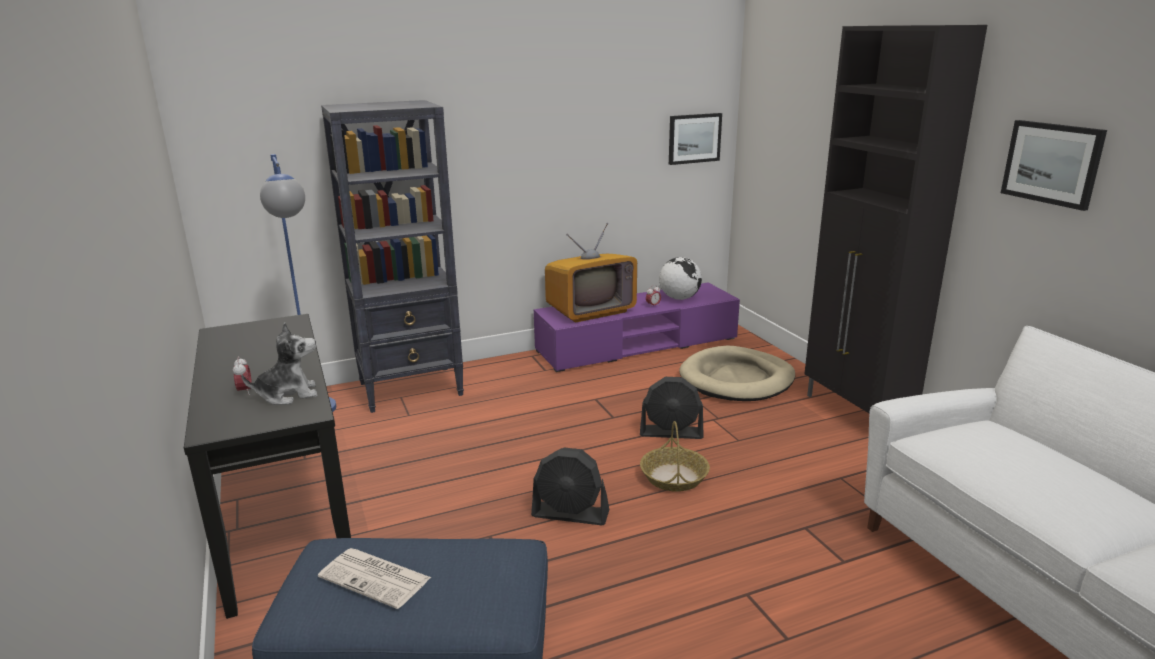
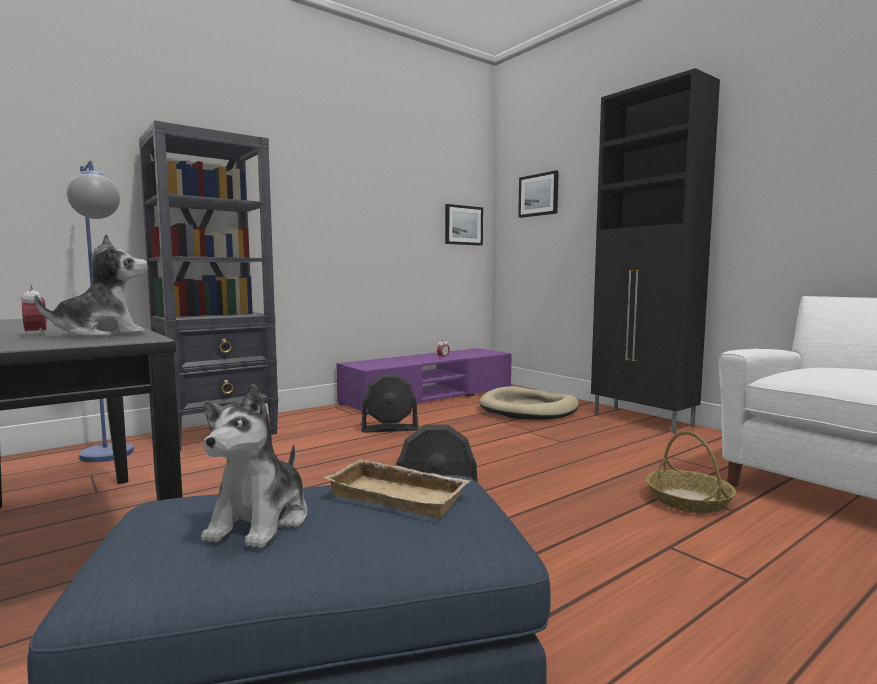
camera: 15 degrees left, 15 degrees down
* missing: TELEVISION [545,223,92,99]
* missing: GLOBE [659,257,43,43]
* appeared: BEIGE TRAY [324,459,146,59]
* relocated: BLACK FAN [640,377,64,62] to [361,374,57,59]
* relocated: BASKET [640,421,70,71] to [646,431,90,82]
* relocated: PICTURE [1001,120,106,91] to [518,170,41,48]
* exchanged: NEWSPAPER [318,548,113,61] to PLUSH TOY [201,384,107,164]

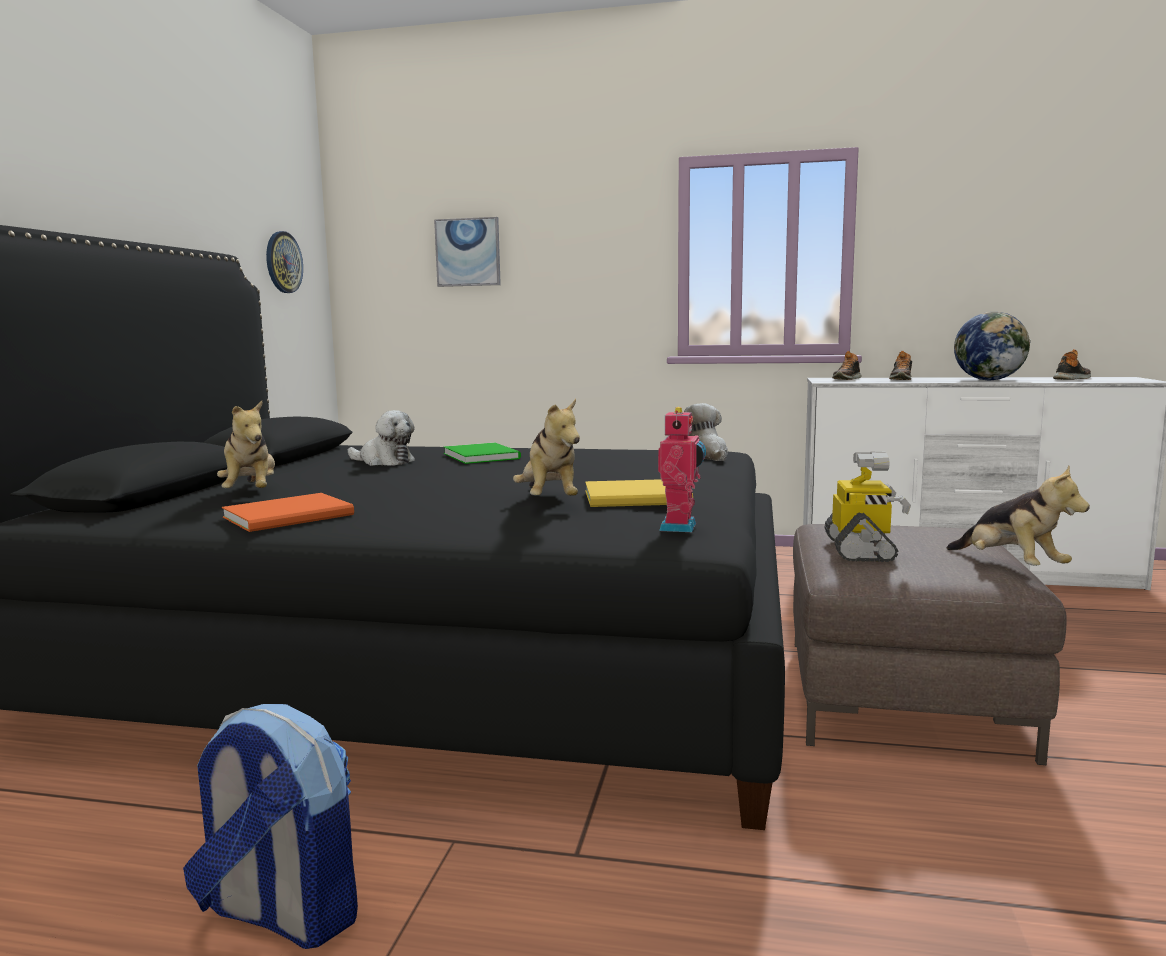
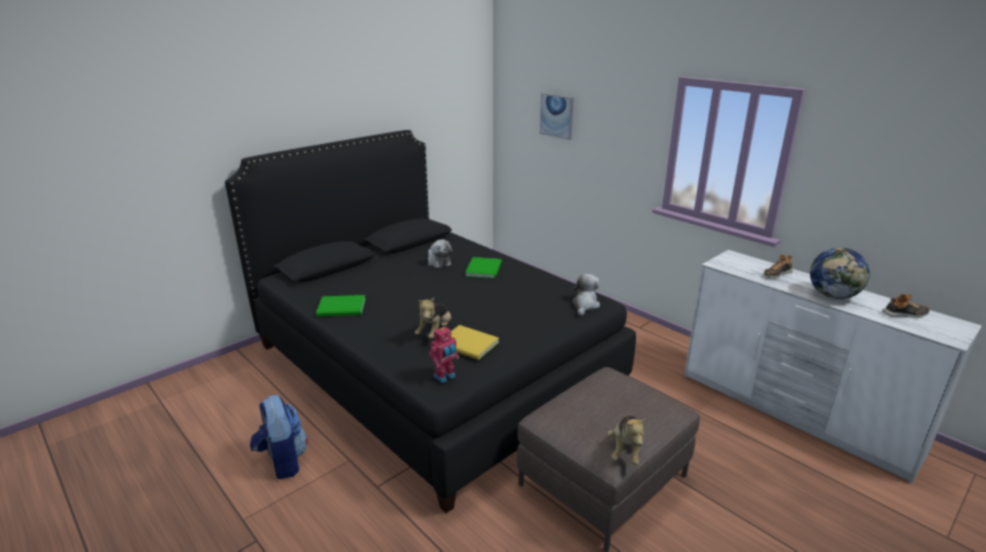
camera: 35 degrees right, 15 degrees up
* missing: PLUSH TOY [217,401,58,87]
* missing: WALL CLOCK [266,231,37,62]
* missing: TOY ROBOT [824,451,87,111]
* missing: SHOE [832,351,30,29]
* colour: ORANGE BOOK [222,493,132,39] to GREEN BOOK [316,295,49,21]

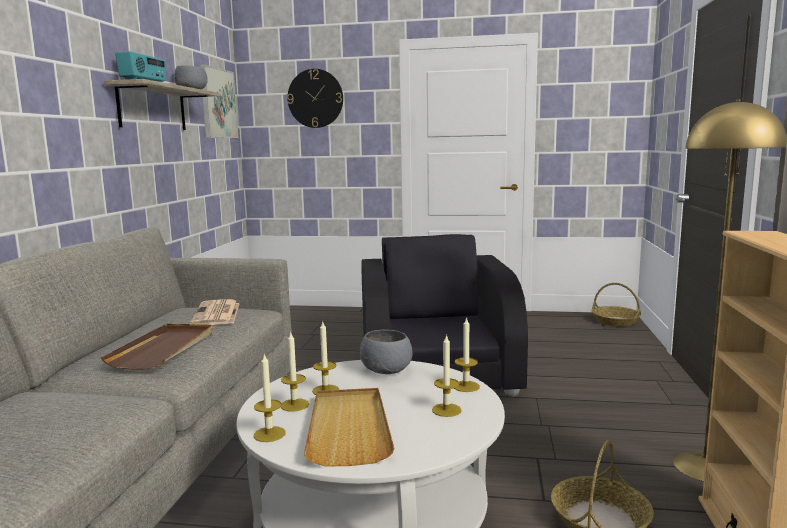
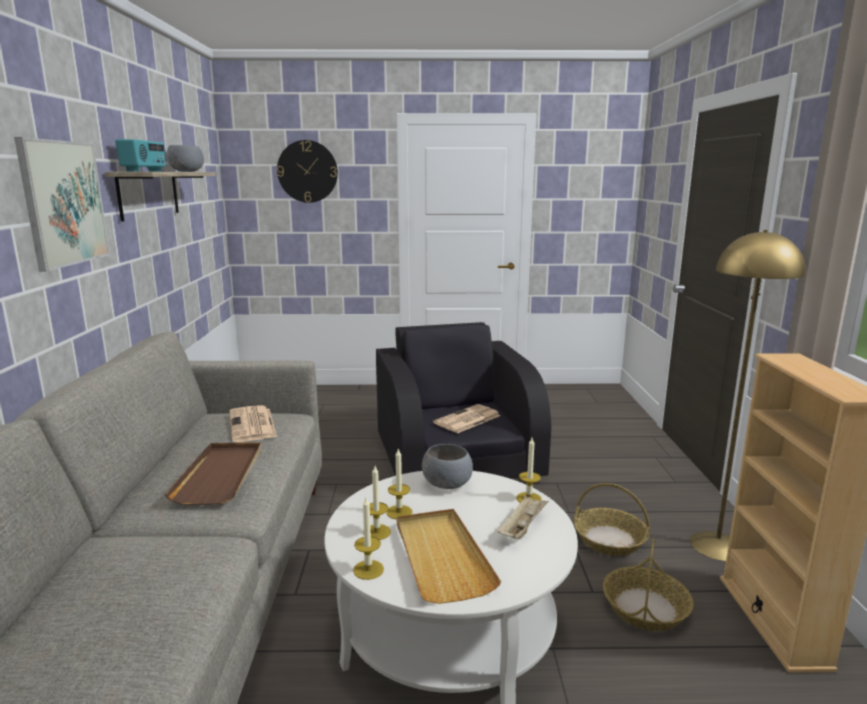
camera: 10 degrees left, 5 degrees up
* appeared: NEWSPAPER [433,404,67,30]
* relocated: PICTURE [200,64,38,74] to [14,137,96,135]
* relocated: BASKET [592,283,49,43] to [574,483,76,73]
* exchanged: CANDLE [432,334,30,83] to BEIGE TRAY [497,495,52,44]

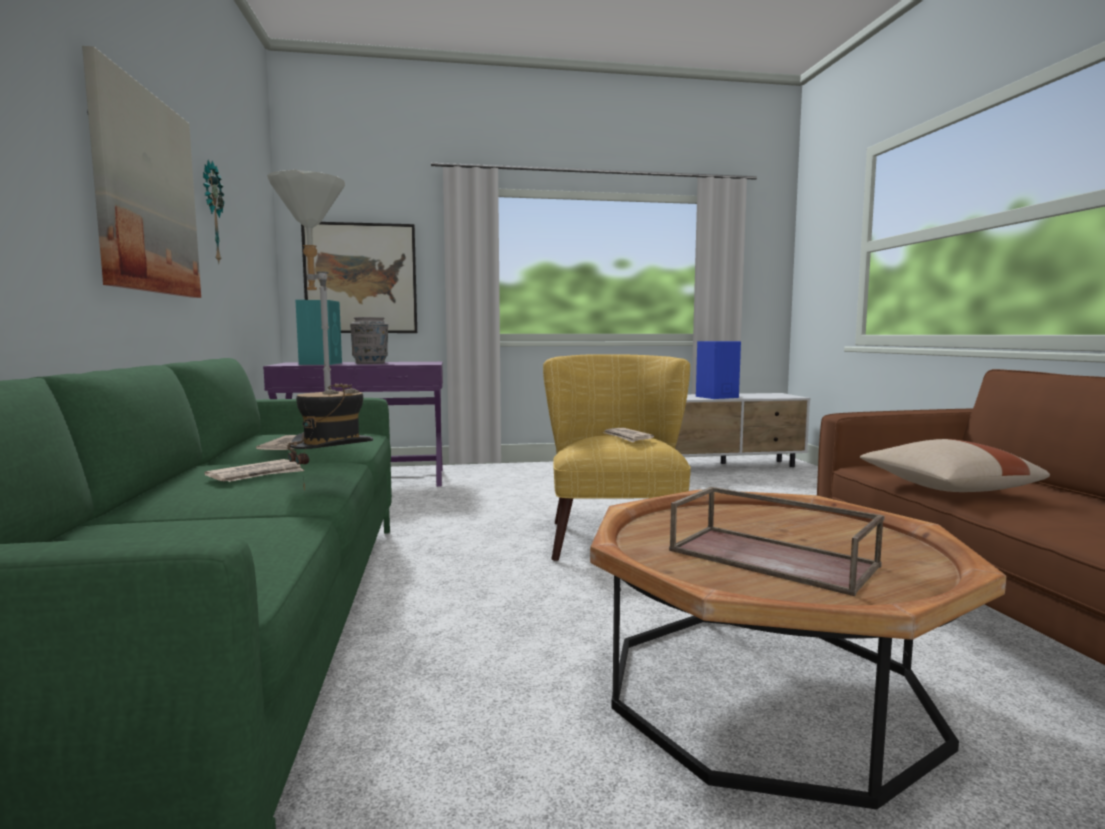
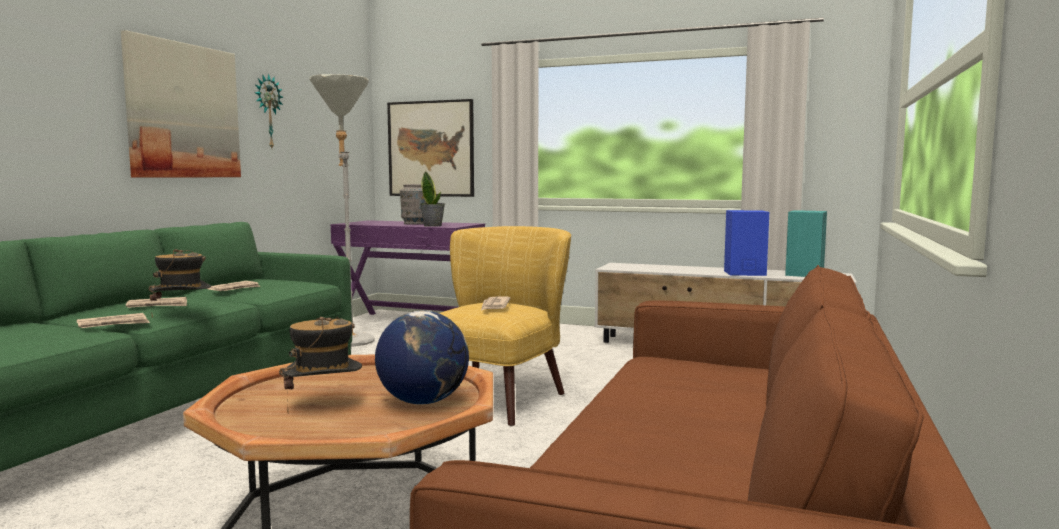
camera: 30 degrees right, 0 degrees up
* missing: BEIGE PILLOW [860,439,190,53]
* appeared: NEWSPAPER [77,313,73,15]
* appeared: GLOBE [375,311,94,94]
* appeared: POTTED PLANT [420,171,25,56]
* relocated: TURQUOISE SPEAKER [295,300,47,65] to [785,210,42,67]
* exchanged: BROWN TRAY [669,487,216,109] to HAT [279,317,83,95]

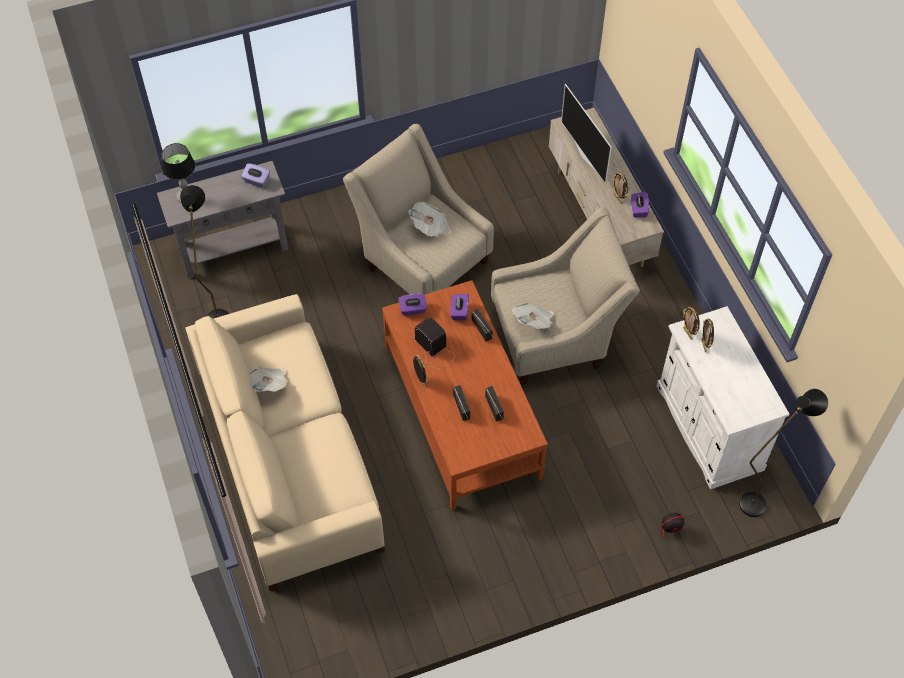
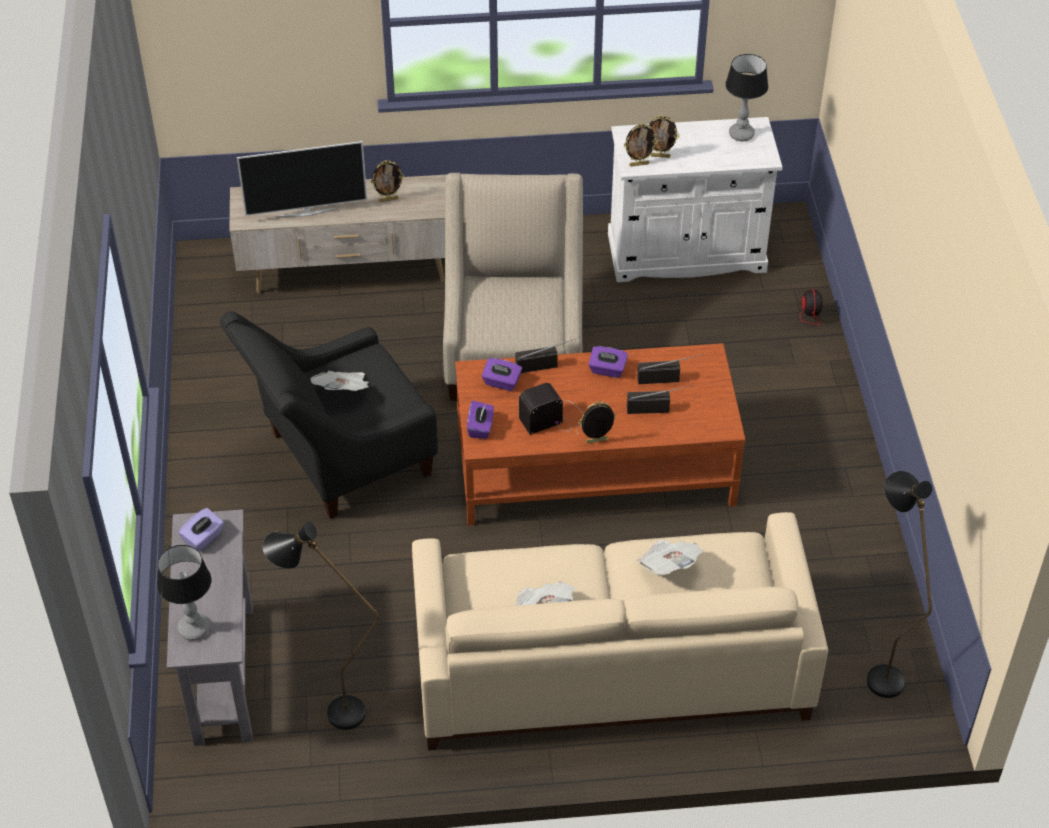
camera: 75 degrees left, 10 degrees down
* appeared: TABLE LAMP [725,54,43,87]
* relocated: NEWSPAPER [512,302,42,27] to [637,539,66,36]
* relocated: PURPLE TISSUE BOX [631,192,18,26] to [588,346,40,32]
* relocated: BLACK FLOOR LAMP [739,389,89,128] to [867,471,65,227]
* colour: BEIGE ARMCHAIR [343,124,151,170] to BLACK ARMCHAIR [220,311,218,208]

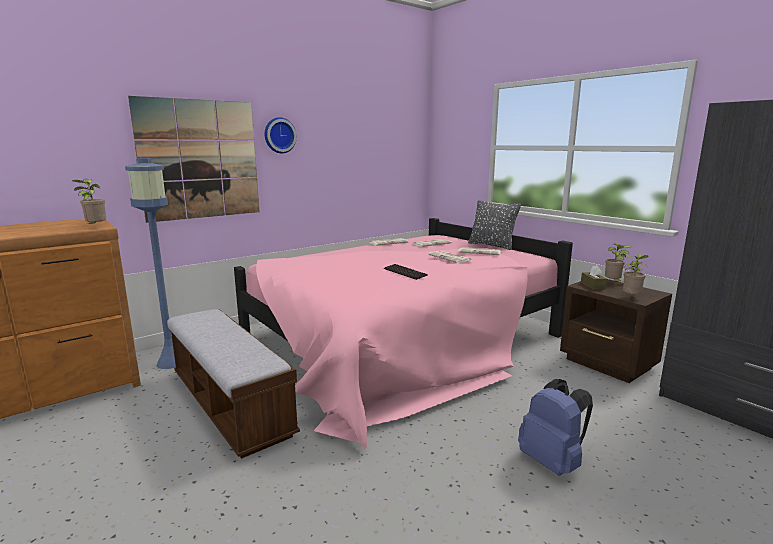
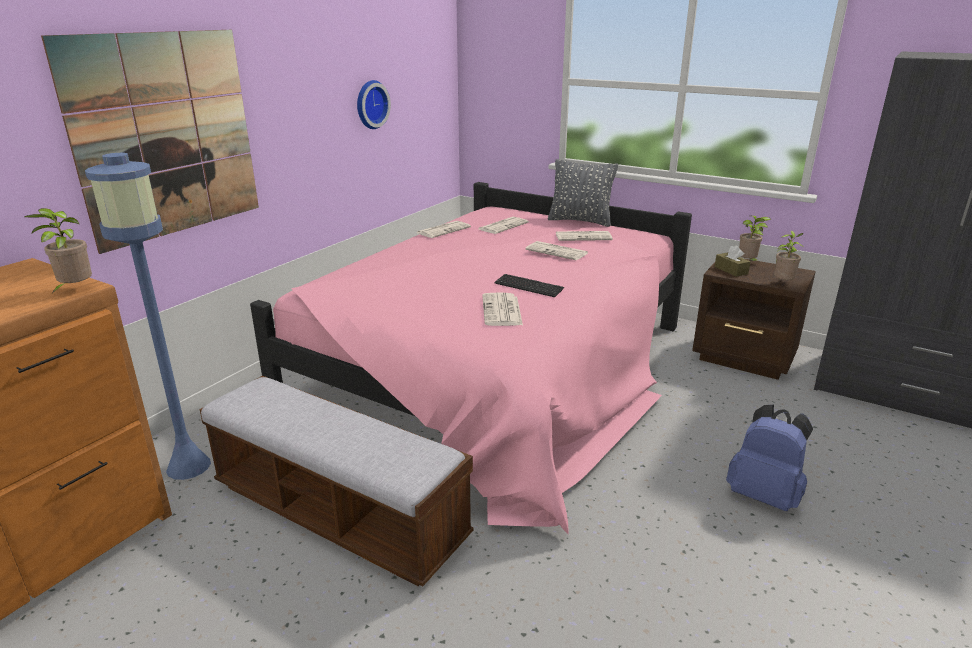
camera: 20 degrees left, 10 degrees up
* appeared: NEWSPAPER [482,292,41,34]
* relocated: WALL CLOCK [265,117,32,36] to [357,80,34,49]

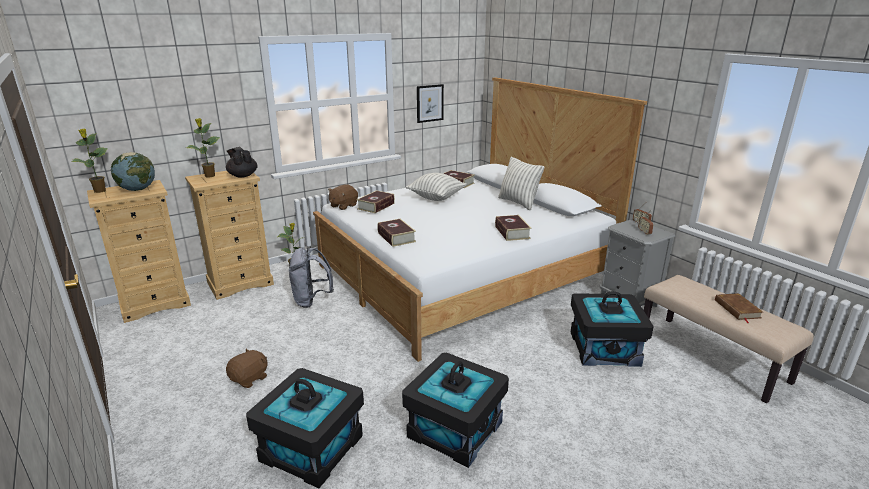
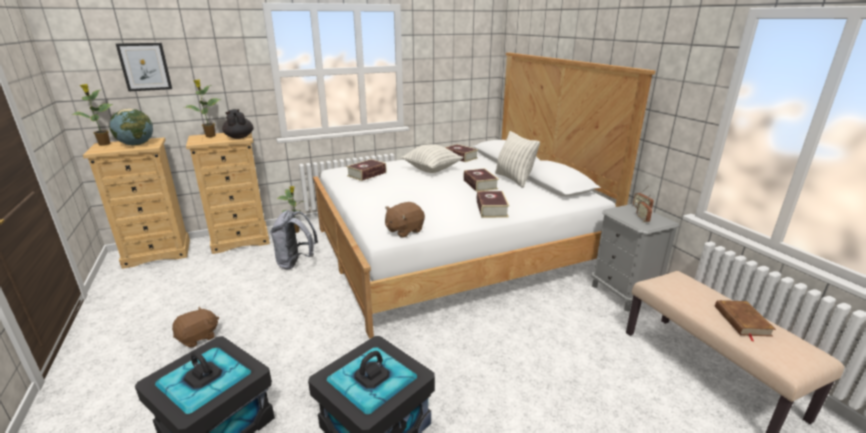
camera: 10 degrees right, 0 degrees up
* missing: BLACK STORAGE BOX [570,291,84,76]
* relocated: BROWN PLUSH TOY [328,184,30,26] to [385,202,40,36]
* relocated: BOOK [377,219,39,28] to [464,168,35,24]
* relocated: PICTURE [417,84,27,39] to [116,43,56,48]

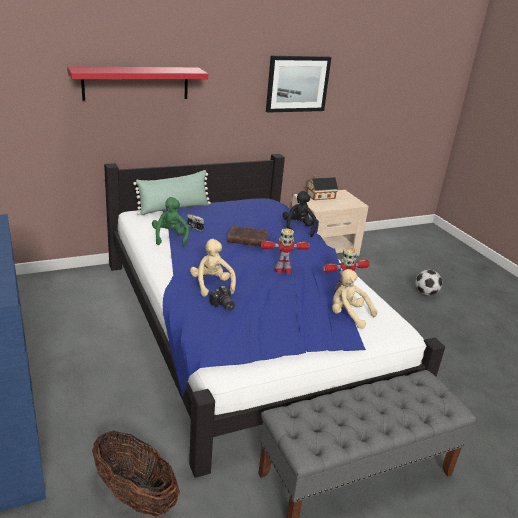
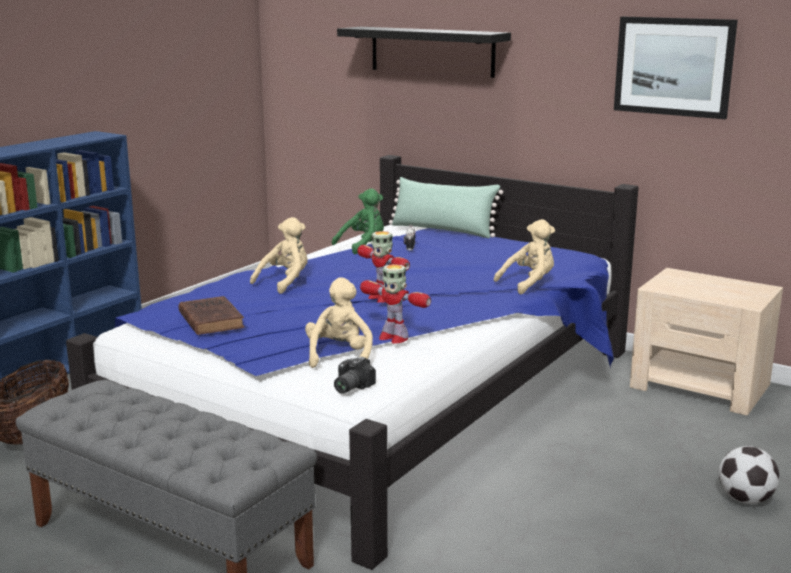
camera: 60 degrees right, 10 degrees down
* missing: TOY HOUSE [307,175,31,25]
* relocated: PHOTO CAMERA [209,286,26,25] to [334,356,42,38]
* relocated: BROWN BOOK [227,226,41,21] to [179,296,66,39]
* colour: RED SHELF [67,66,141,35] to BLACK SHELF [337,27,174,51]
* colour: BLACK PLUSH TOY [283,191,34,46] to BEIGE PLUSH TOY [494,219,61,75]

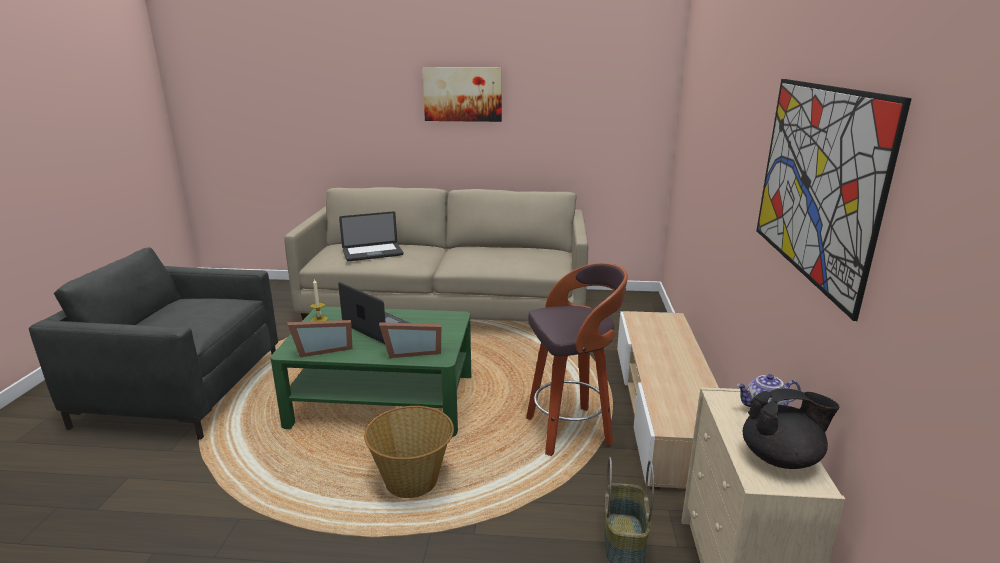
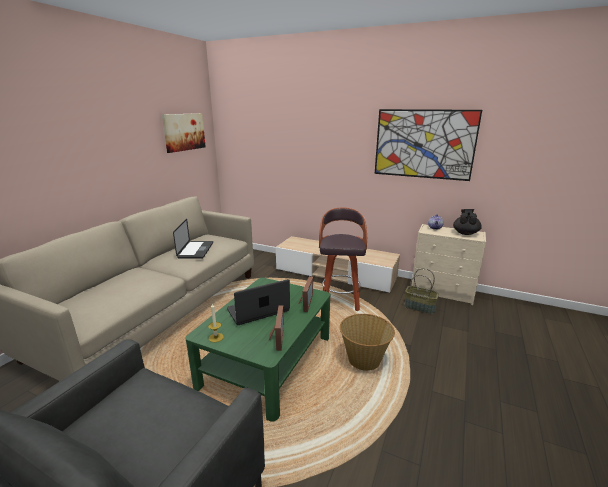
camera: 70 degrees left, 0 degrees up
* relocated: LAPTOP [339,211,64,50] to [173,219,40,40]
* relocated: PICTURE [422,67,80,55] to [162,113,44,40]

